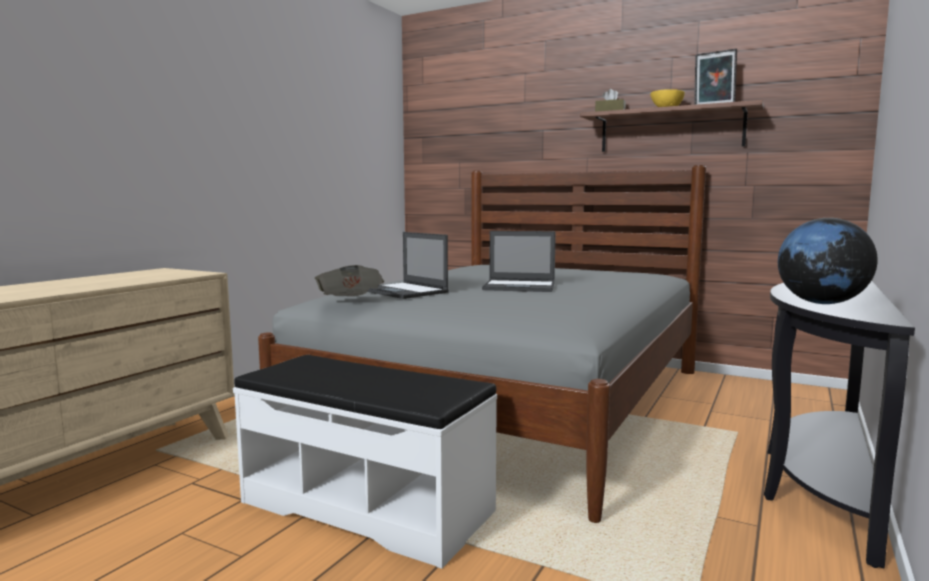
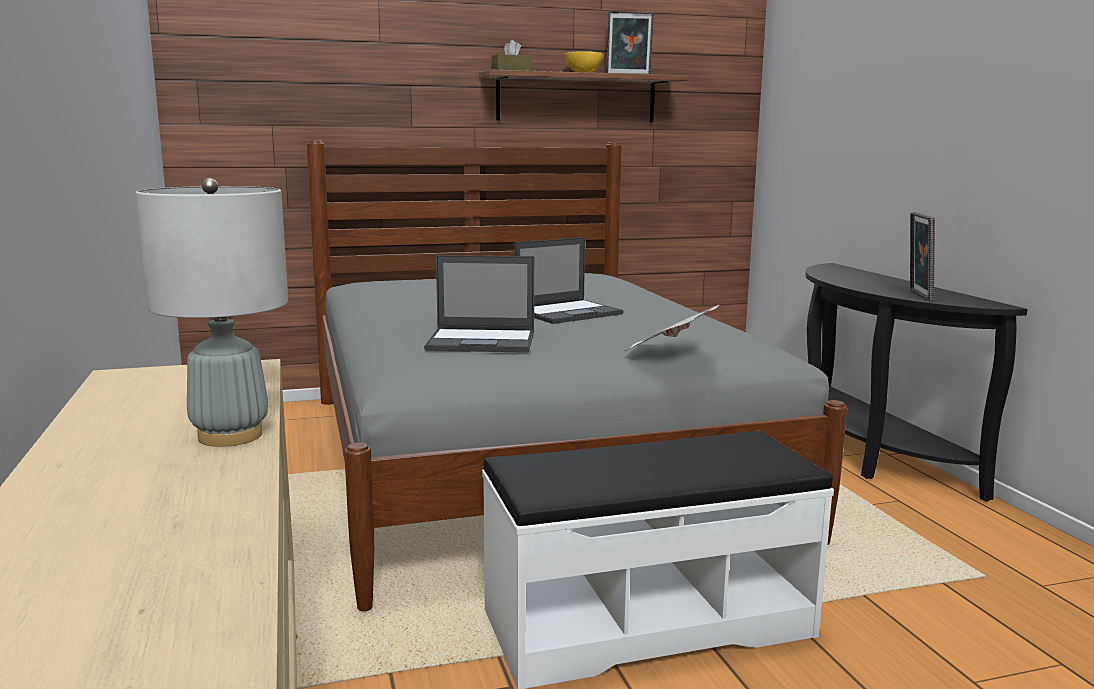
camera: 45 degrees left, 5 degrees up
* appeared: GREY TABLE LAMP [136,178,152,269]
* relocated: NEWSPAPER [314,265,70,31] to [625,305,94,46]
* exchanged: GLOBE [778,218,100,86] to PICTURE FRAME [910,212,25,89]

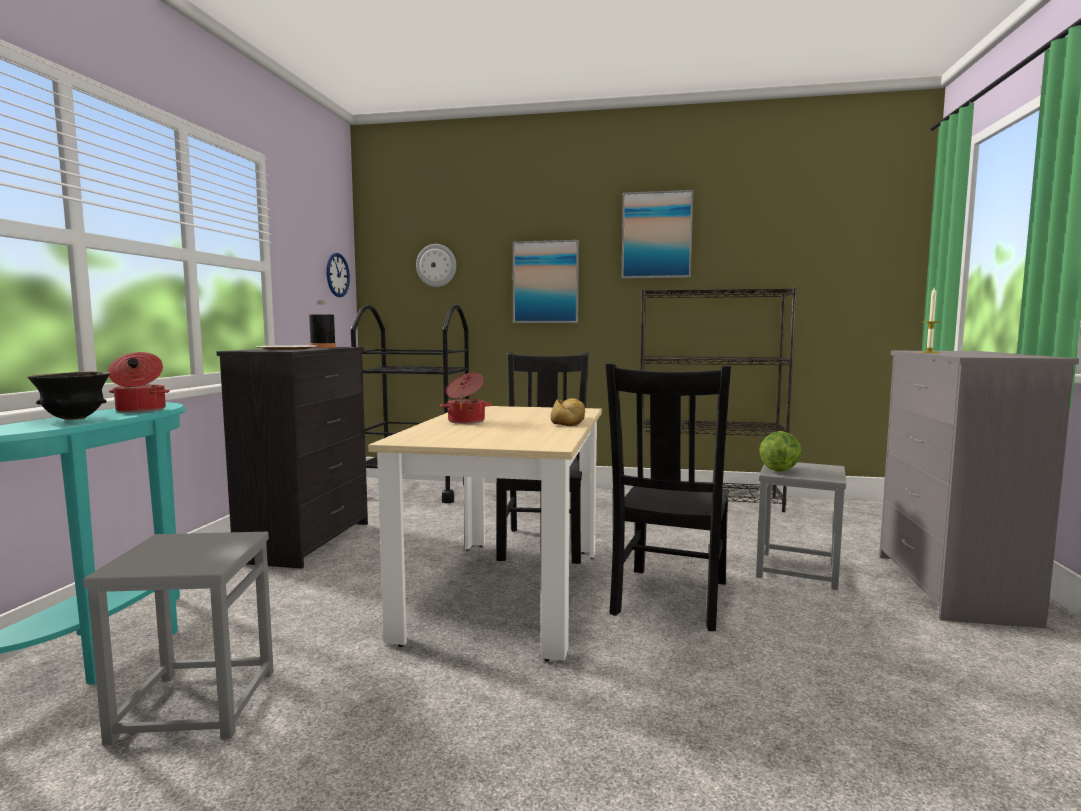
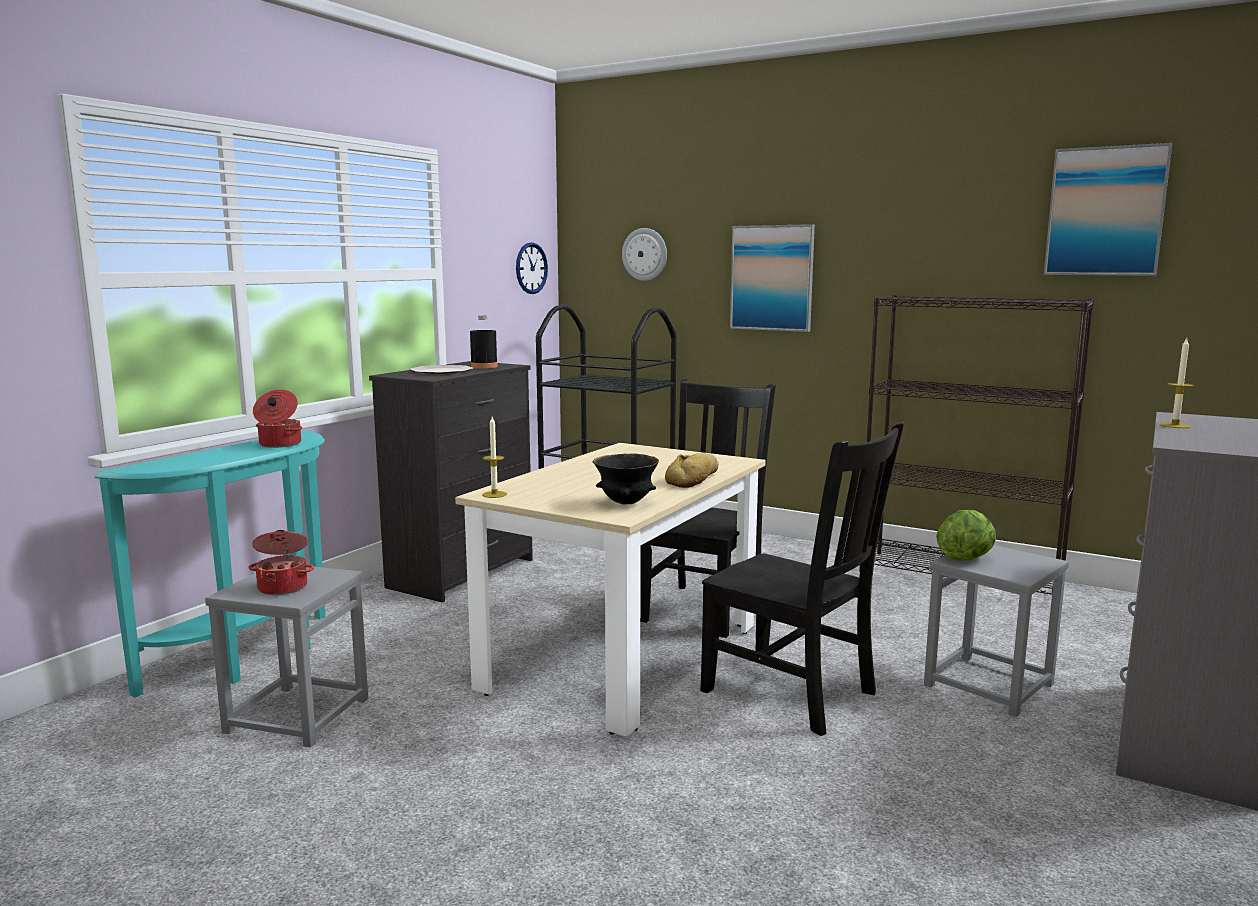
camera: 20 degrees right, 5 degrees up
* appeared: CANDLE [482,417,25,81]
* relocated: BLACK BOWL [27,371,83,49] to [593,453,66,52]
* relocated: COOKING POT [440,373,52,51] to [248,530,66,65]
* relocated: PICTURE [622,190,71,89] to [1044,143,128,133]
* spun: BLACK CHAIR [606,363,125,268] = [700,422,205,314] 90 degrees counterclockwise

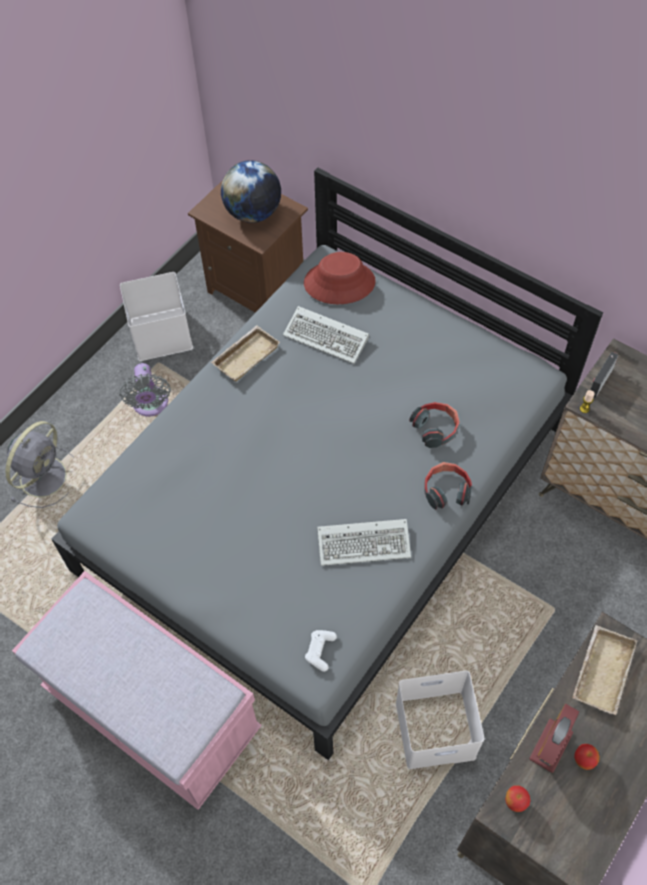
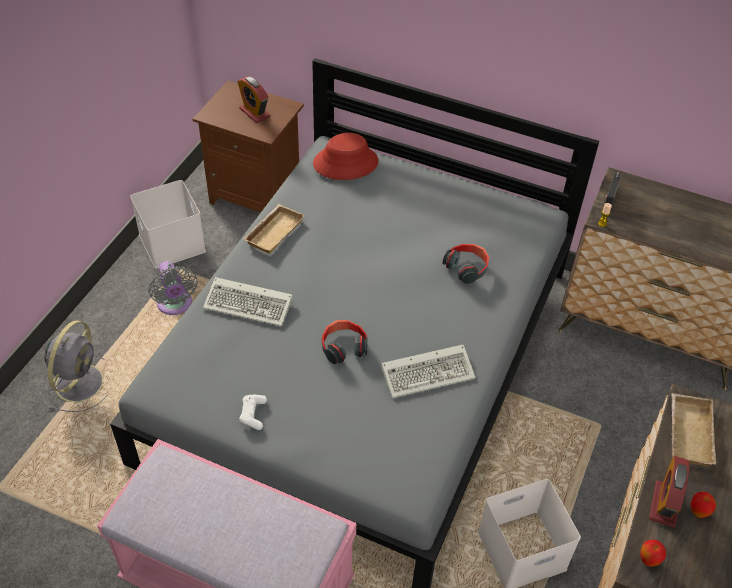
camera: 15 degrees left, 10 degrees down
* relocated: KEYBOARD [283,306,86,58] to [203,277,90,50]
* relocated: WHITE GAME CONTROLLER [305,630,32,42] to [239,395,28,35]
* relocated: HEADPHONES [424,462,48,47] to [322,320,46,44]
* exchanged: GLOBE [221,160,60,63] to ALARM CLOCK [237,77,33,46]

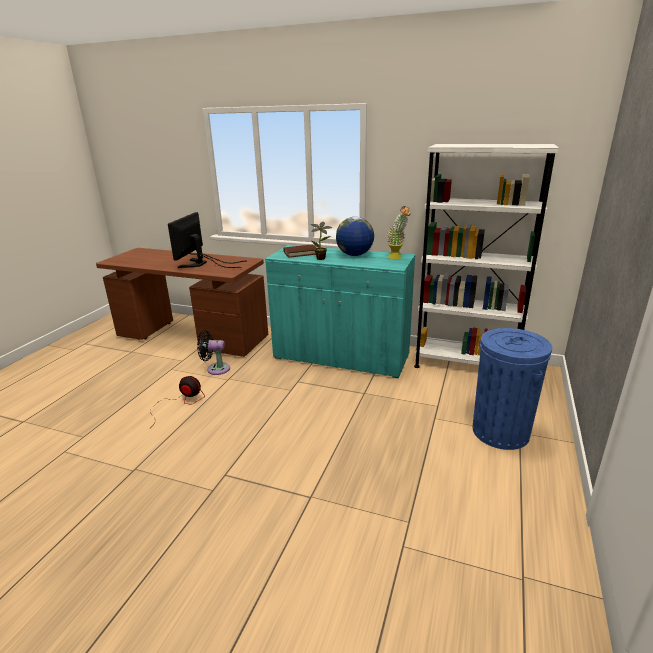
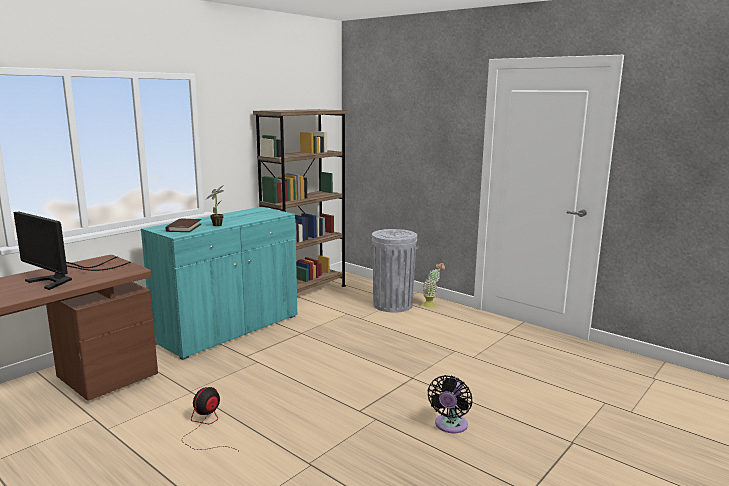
camera: 70 degrees left, 10 degrees down
* missing: GLOBE [336,217,38,39]
* relocated: BLACK FAN [197,330,33,45] to [428,375,44,58]
* relocated: POTTED PLANT [387,206,24,53] to [423,263,22,45]
* colour: WHITE BOOKCASE [414,144,145,224] to BROWN BOOKCASE [253,109,94,184]
* colour: BLUE TRASH CAN [473,328,79,122] to GREY TRASH CAN [370,229,49,84]

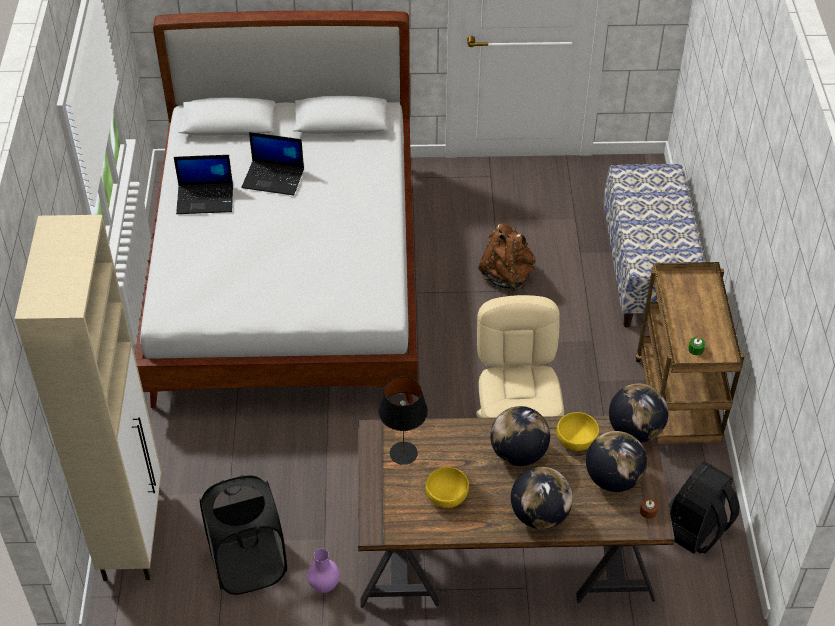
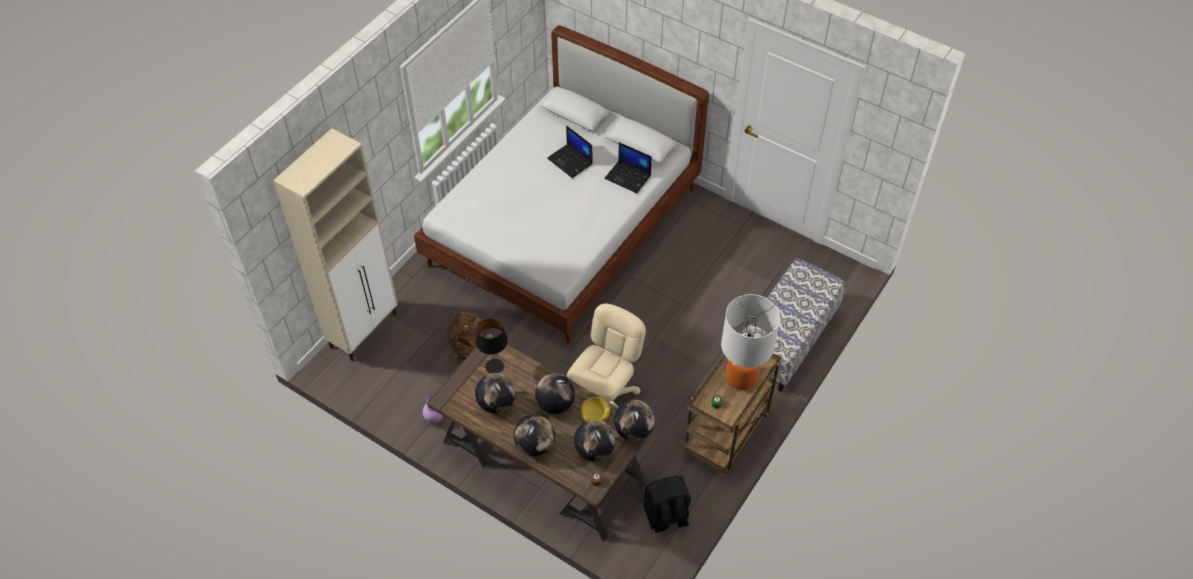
camera: 35 degrees right, 5 degrees up
* missing: BLACK LAUNDRY BASKET [200,475,87,120]
* appeared: TABLE LAMP [721,294,59,96]
* relocated: LAPTOP [174,155,59,59] to [604,142,48,51]
* relocated: BROWN BACKPACK [478,223,58,68] to [447,312,40,50]
* exchanged: YELLOW BOWL [425,467,44,41] to GLOBE [475,373,40,40]

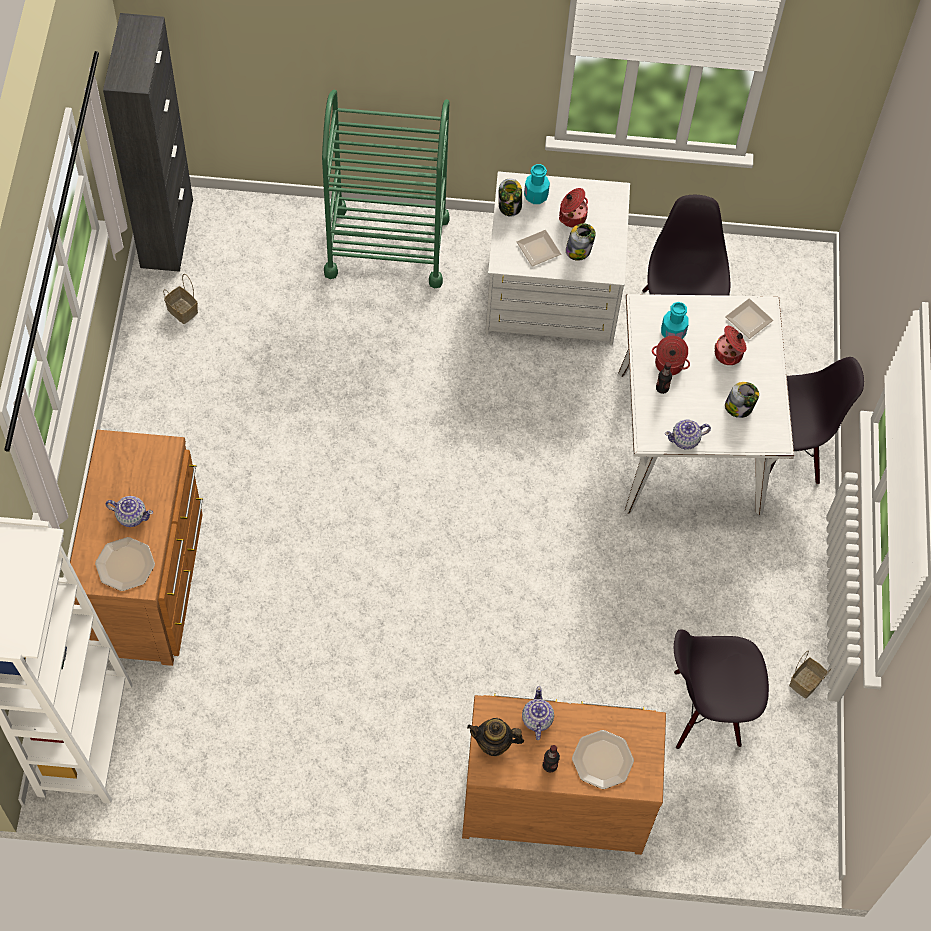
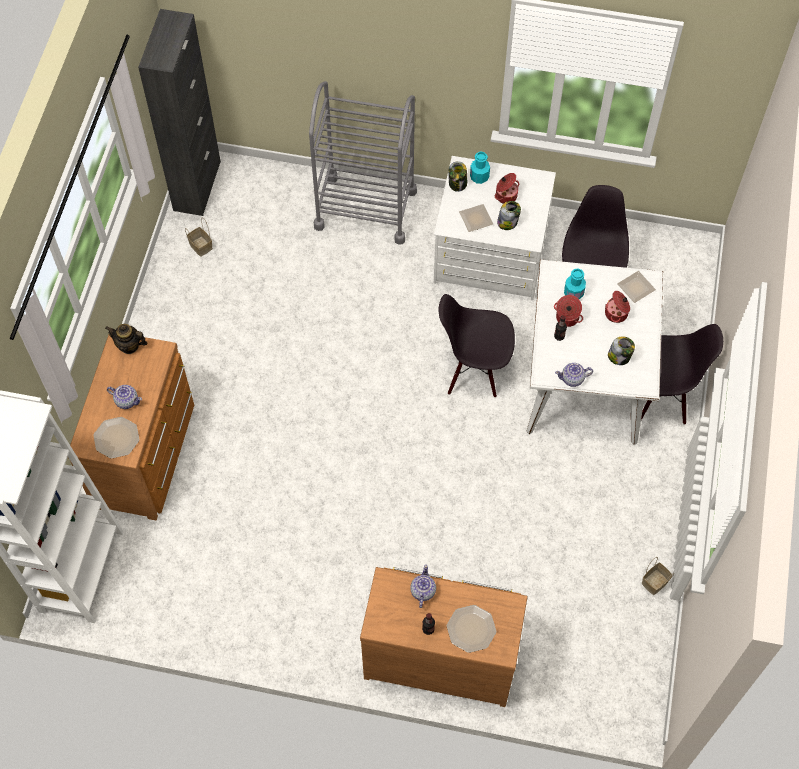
camera: 10 degrees right, 0 degrees up
* relocated: TEAPOT [467,718,57,38] to [105,324,43,30]
* relocated: BLACK CHAIR [674,629,95,120] to [439,294,76,103]
* colour: GREEN CART [322,89,128,199] to GREY CART [309,81,108,164]

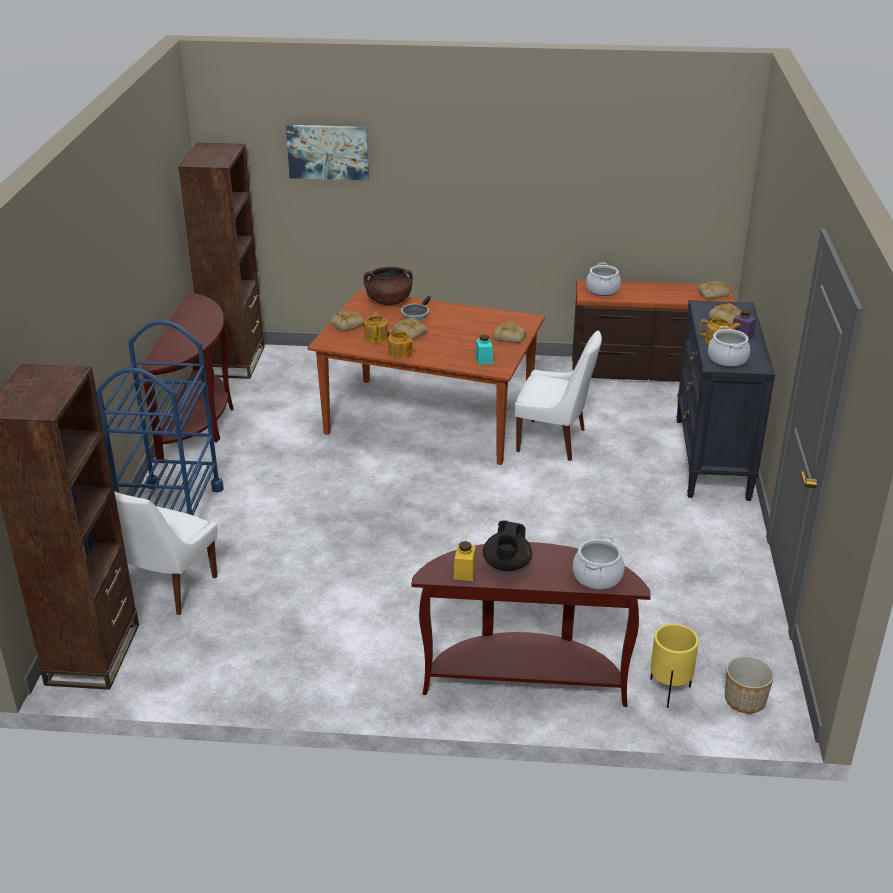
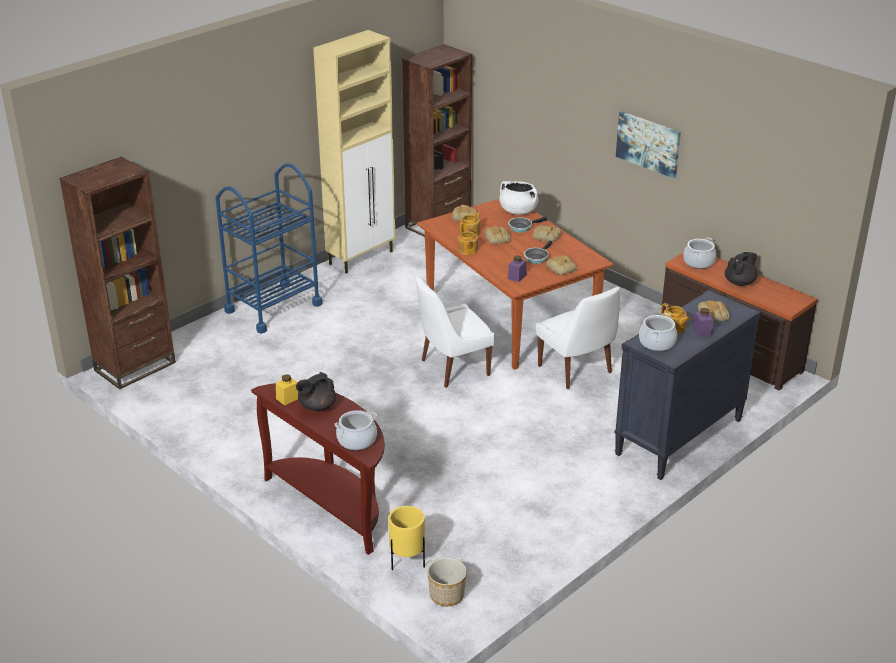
camera: 40 degrees right, 0 degrees up
* appeared: FRYING PAN [524,241,28,23]
* appeared: BLACK TEAPOT [724,252,34,34]
* relocated: WHITE CHAIR [114,491,103,124] to [416,275,79,113]
* relocated: PICTURE [286,125,83,56] to [616,111,65,67]
* relocated: BREAD [698,281,32,18] to [532,225,30,17]
* exchanged: BROWN CONSOLE TABLE [140,293,94,167] to BEIGE CABINET [313,30,82,244]
* colour: BROWN COOKING POT [364,267,49,38] to WHITE COOKING POT [499,181,39,34]
* colour: TURQUOISE JAR [475,335,18,30] to PURPLE JAR [508,255,18,27]

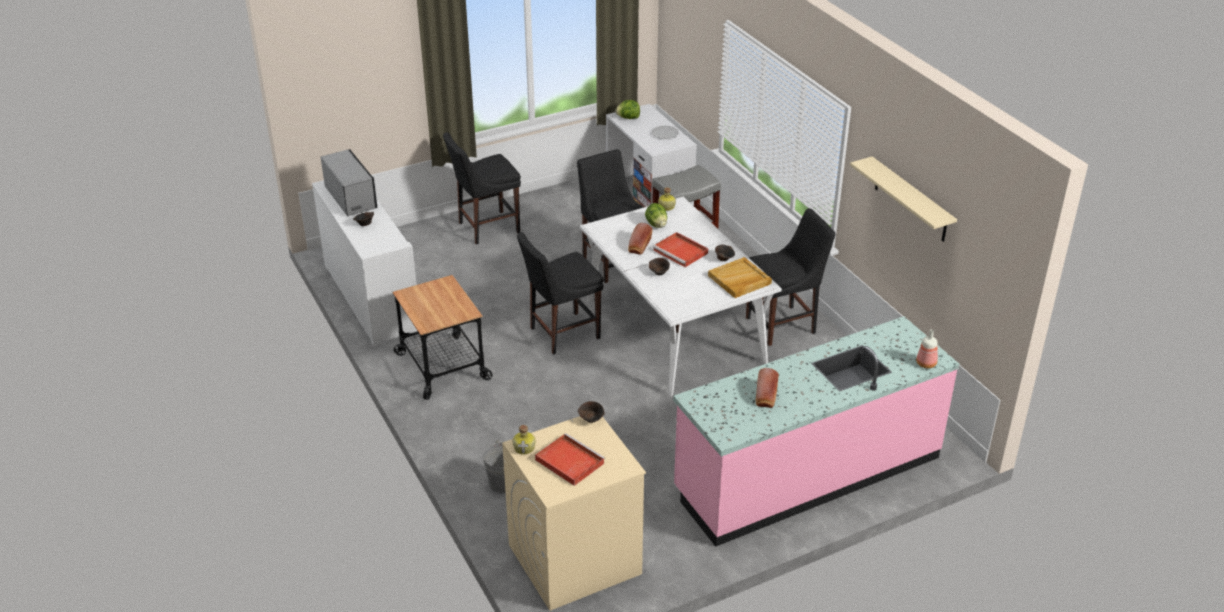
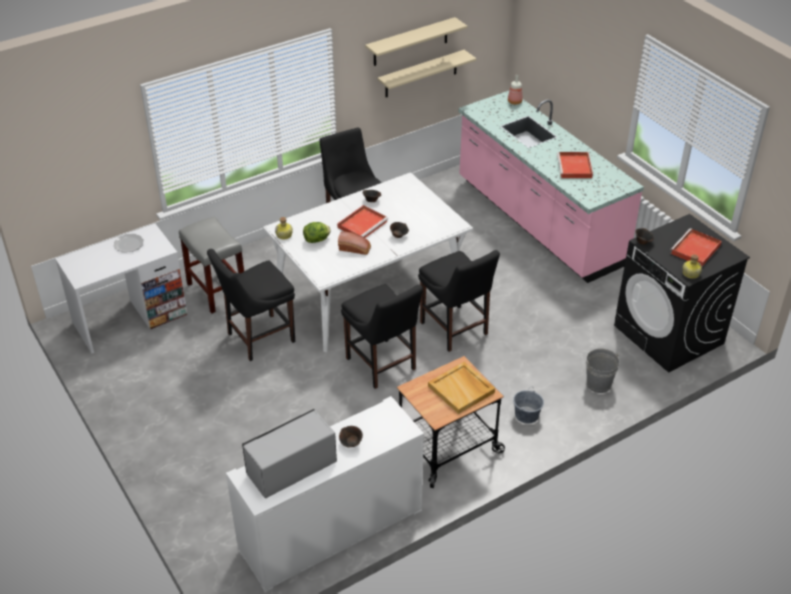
camera: 95 degrees left, 5 degrees up
* missing: LETTUCE [615,100,25,19]
* appeared: BEIGE SHELF [377,50,99,47]
* appeared: GREY BUCKET [513,390,31,34]
* relocated: BLACK CHAIR [443,132,78,113] to [418,250,82,102]
* relocated: BEIGE TRAY [708,257,64,41] to [428,362,67,52]
* exchanged: BREAD [756,368,23,40] to RED TRAY [557,152,36,26]
* colour: BEIGE WASHING MACHINE [502,416,144,195] to BLACK WASHING MACHINE [614,214,136,159]

